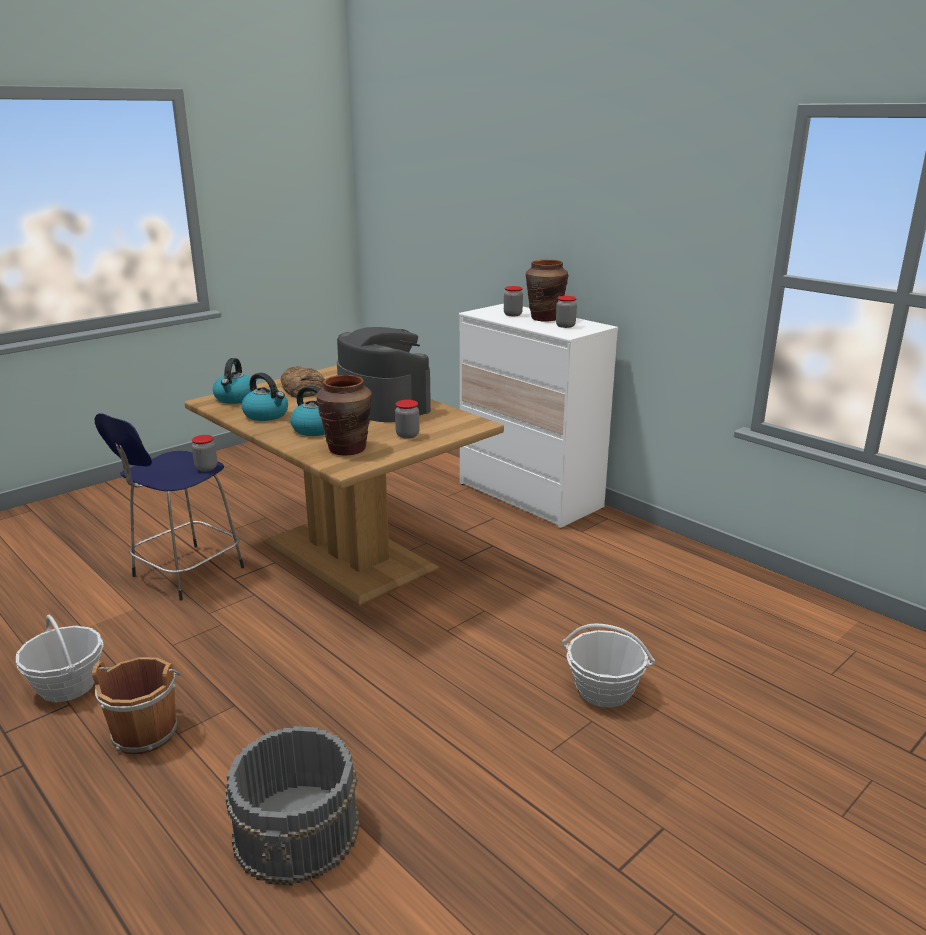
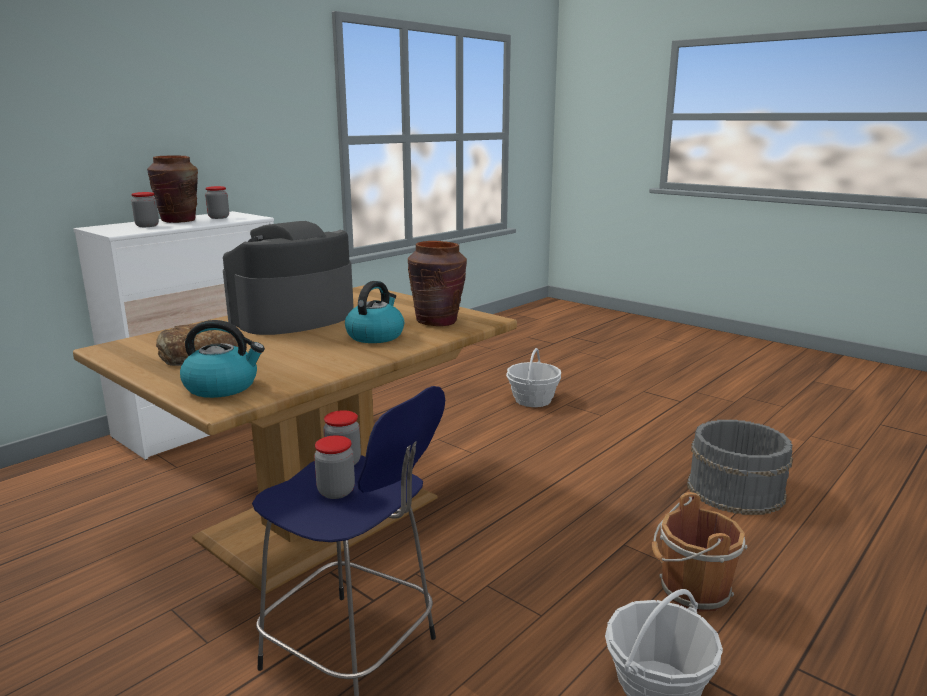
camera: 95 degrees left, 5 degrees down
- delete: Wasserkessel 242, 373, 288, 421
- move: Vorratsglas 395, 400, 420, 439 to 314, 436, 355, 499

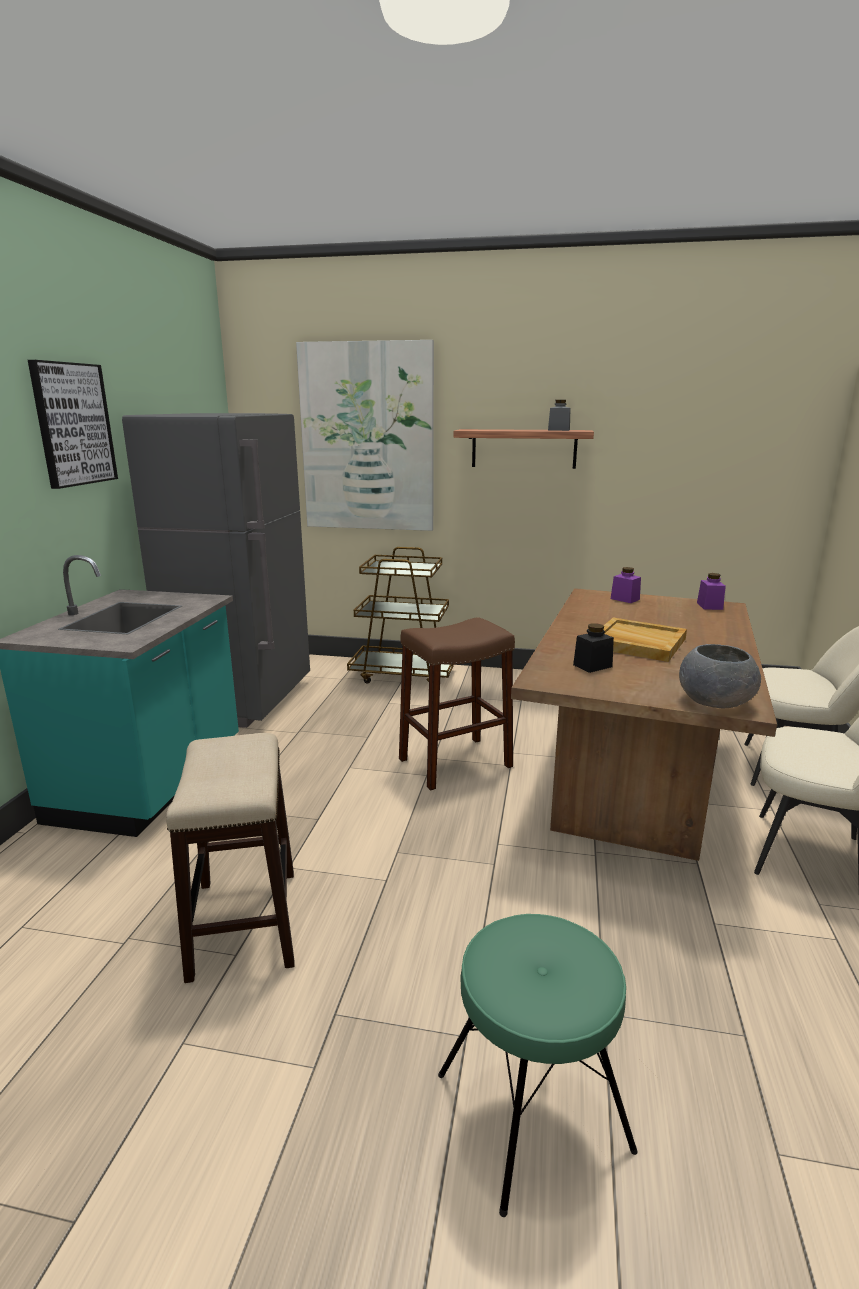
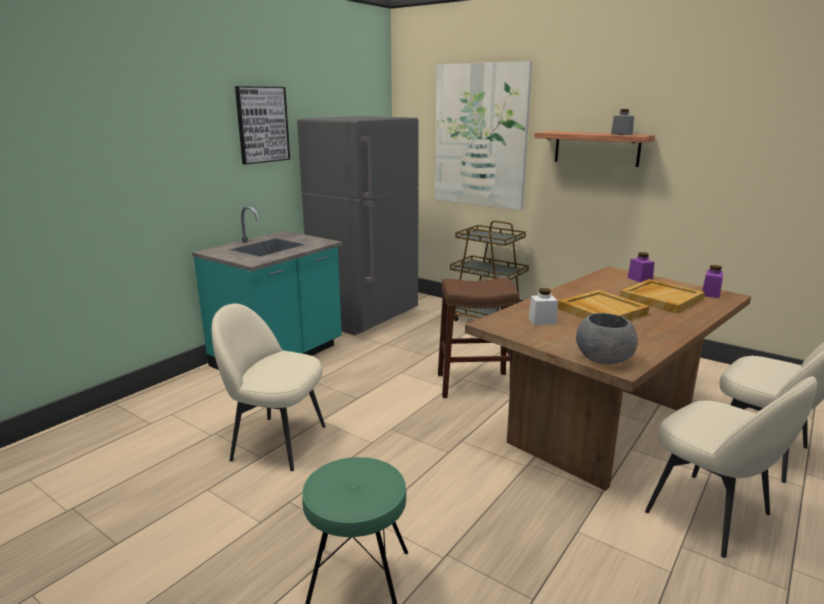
camera: 25 degrees right, 0 degrees up
- recolor: Vorratsglas [schwarz] 573, 623, 614, 673 to Vorratsglas [weiß] 529, 288, 558, 325
- replace: Hocker 166, 733, 294, 983 to Stuhl [beige] 212, 303, 326, 471
- insert: Tablett [beige] 620, 279, 705, 314

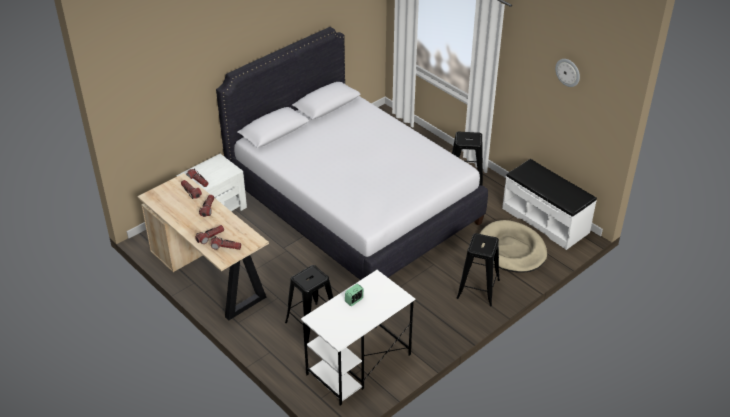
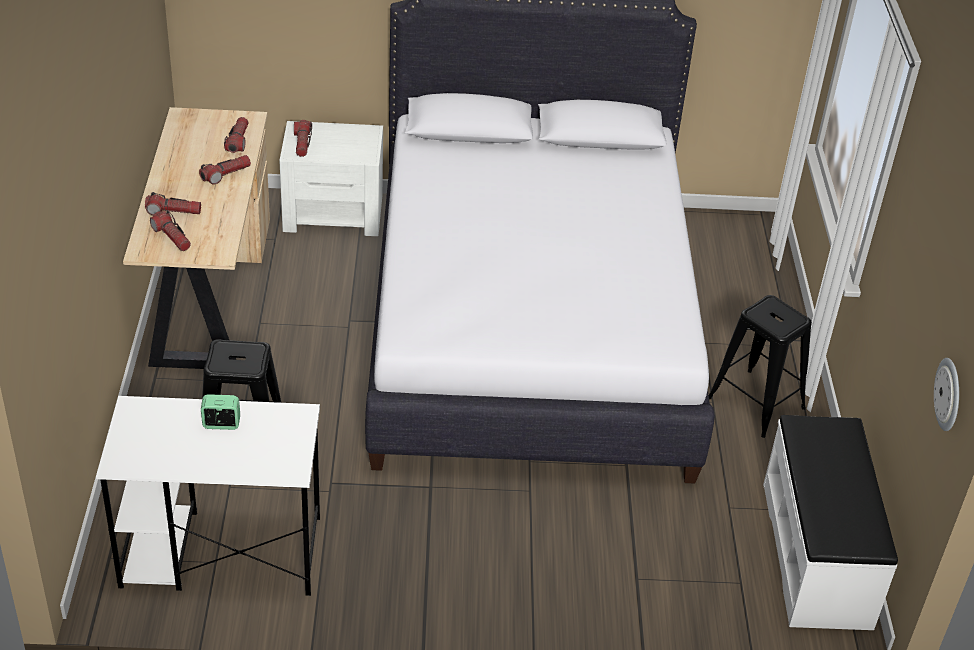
camera: 40 degrees right, 0 degrees up
- move: Wanduhr 555, 59, 580, 87 to 934, 358, 959, 431
- delete: Hundebett [beige] 480, 220, 547, 273
- delete: Hocker [schwarz] 457, 233, 500, 307

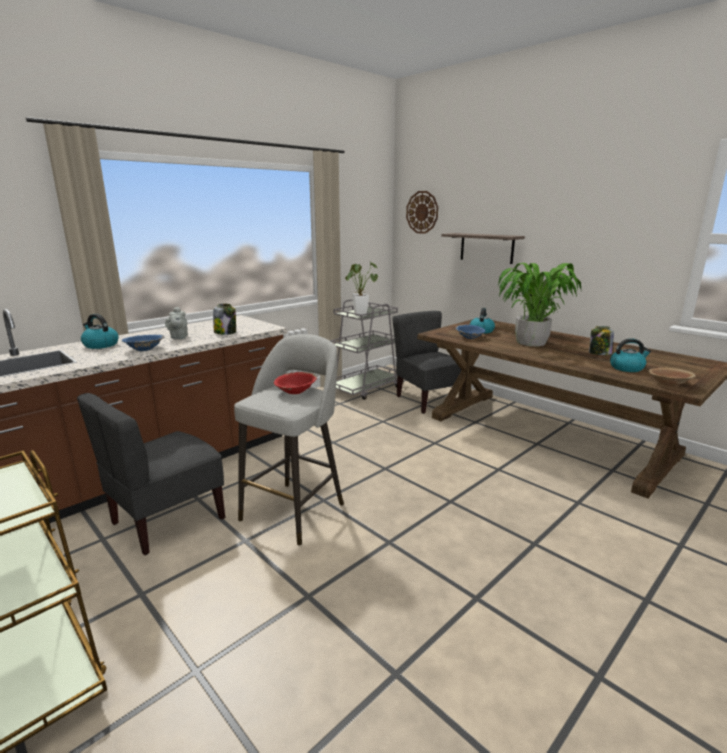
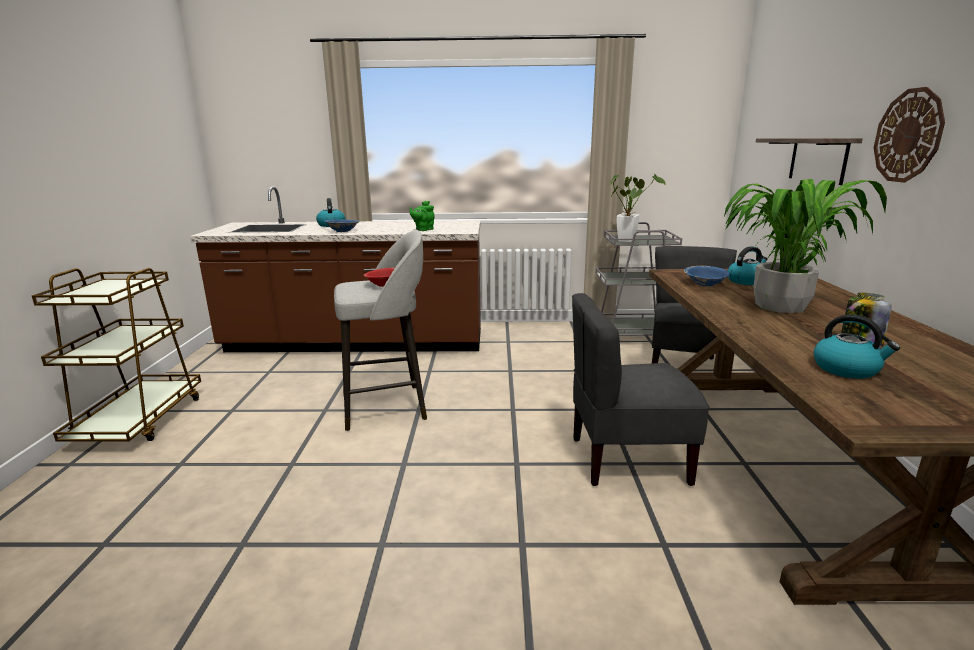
camera: 45 degrees right, 0 degrees up
- move: Wanduhr 406, 191, 438, 234 to 874, 87, 945, 183
- replace: Vorratsglas 213, 304, 236, 335 to Teekanne [grün] 410, 201, 435, 231
- delete: Teekanne [grau] 165, 307, 188, 339
- delete: Schüssel [braun] 648, 368, 696, 386
- move: Stuhl [grau] 77, 393, 225, 555 to 572, 293, 709, 486

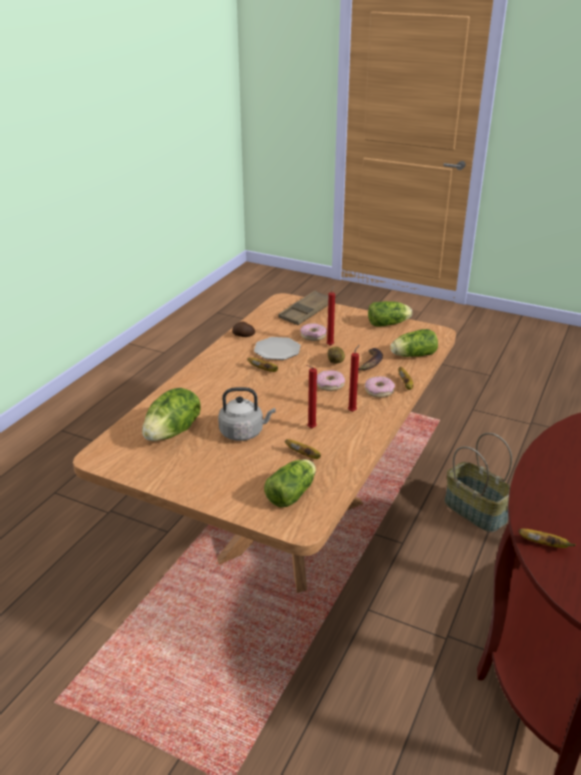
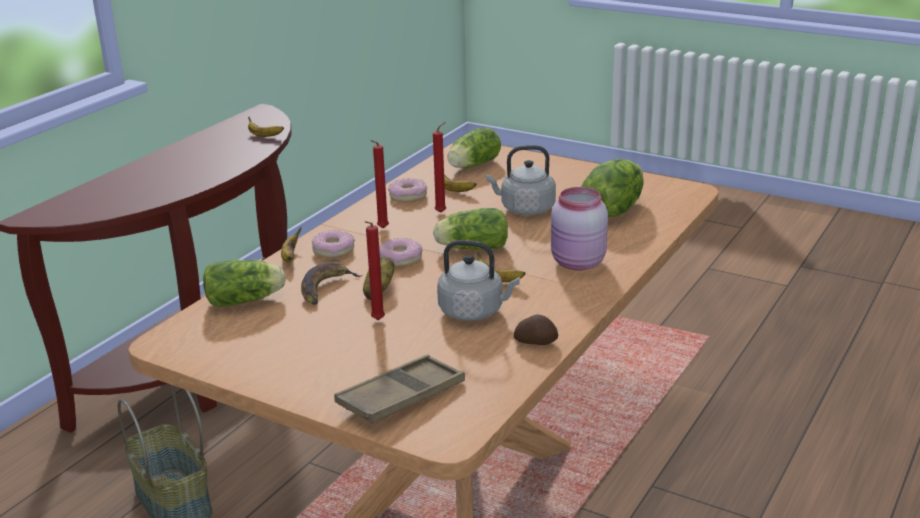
camera: 175 degrees left, 5 degrees down
- move: Salatkopf 368, 301, 412, 326 to 433, 208, 508, 250
- move: Donut 300, 323, 327, 341 to 388, 178, 427, 202
- replace: Teller 254, 337, 301, 360 to Wasserkessel [grau] 437, 240, 520, 321
- insert: Vorratsglas [rosa] 551, 187, 608, 270

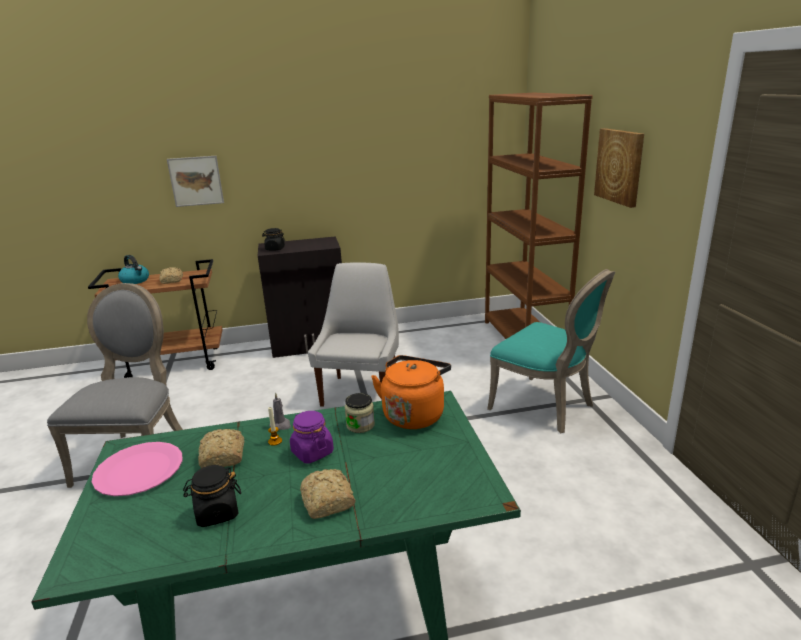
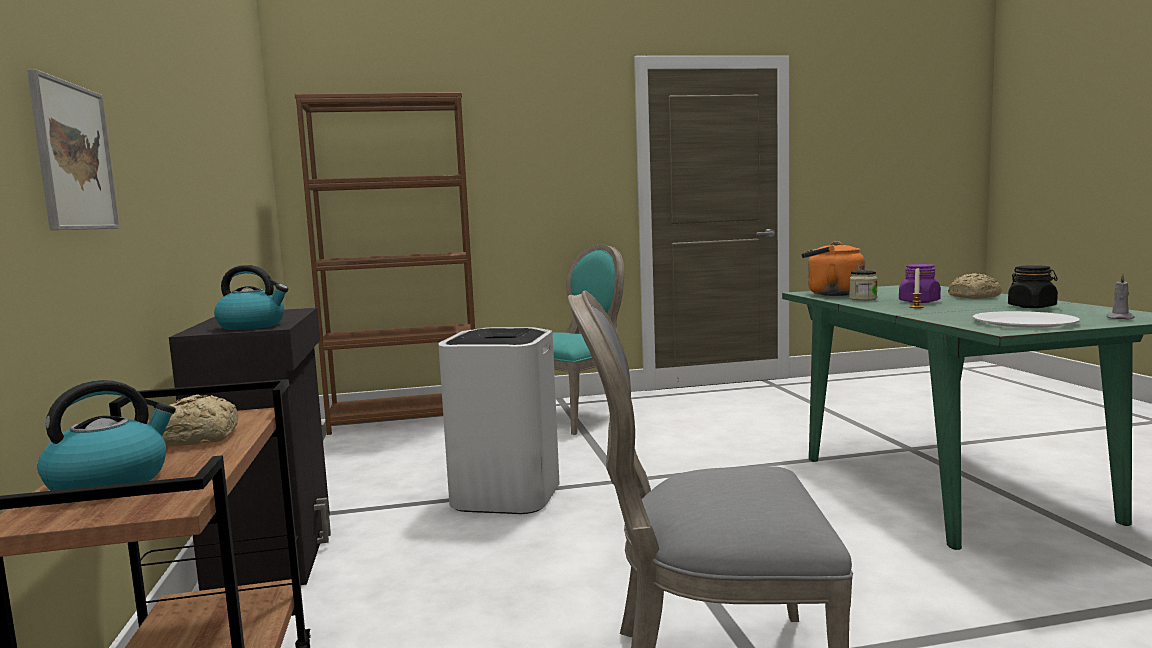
camera: 90 degrees left, 15 degrees down
- delete: Bild 594, 128, 644, 208
- replace: Vorratsglas [schwarz] 262, 228, 285, 251 to Wasserkessel 214, 265, 288, 330
- replace: Stuhl [weiß] 308, 262, 399, 407 to Mülleimer [weiß] 438, 327, 559, 514
- move: Kerze [grau] 269, 393, 291, 430 to 1106, 273, 1135, 319
- delete: Brot 198, 429, 244, 468
- recolor: Teller [rosa] 92, 442, 183, 496 to Teller [weiß] 972, 311, 1080, 328

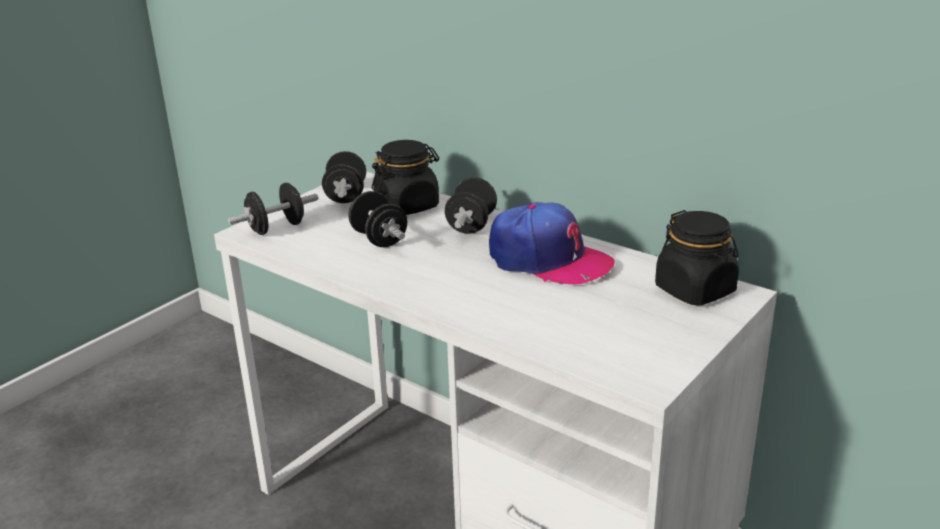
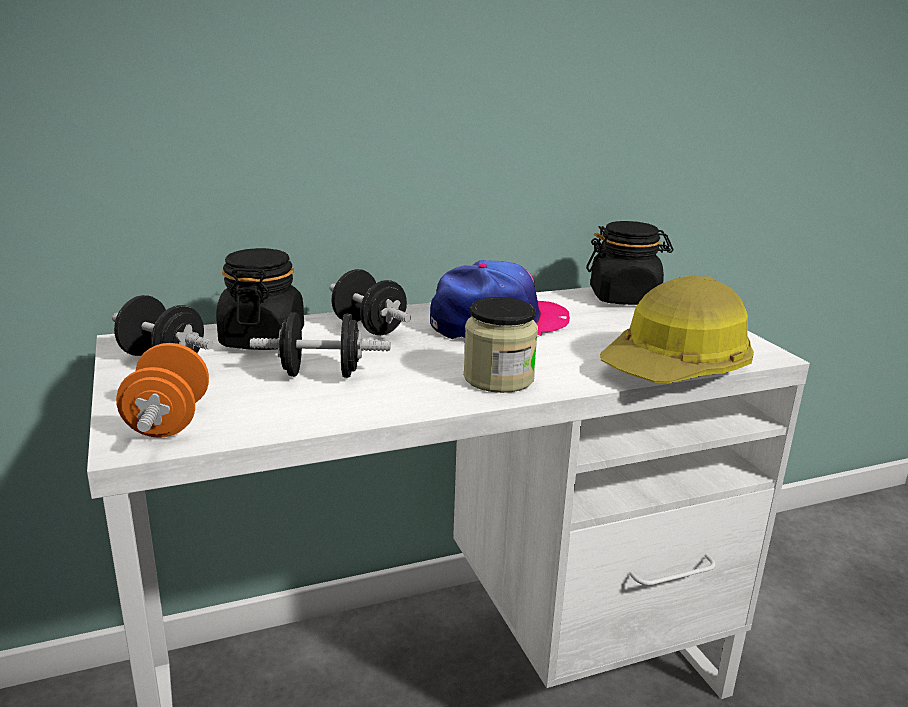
camera: 60 degrees left, 5 degrees down
- recolor: Hantel [schwarz] 228, 183, 318, 235 to Hantel [orange] 116, 343, 209, 438
- insert: Schutzhelm 600, 275, 754, 383
- insert: Vorratsglas 463, 297, 538, 393

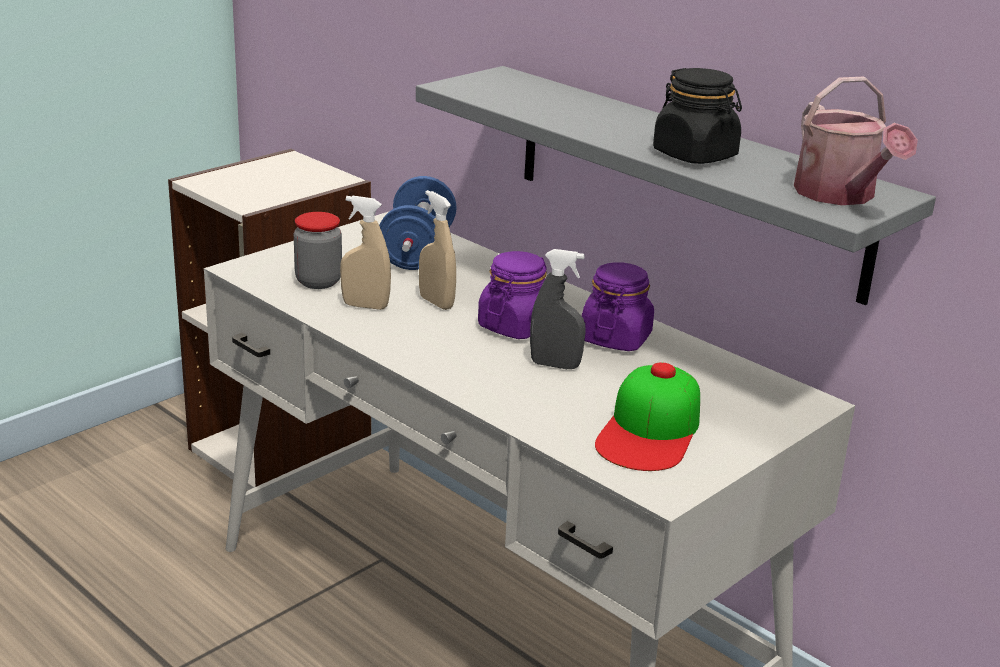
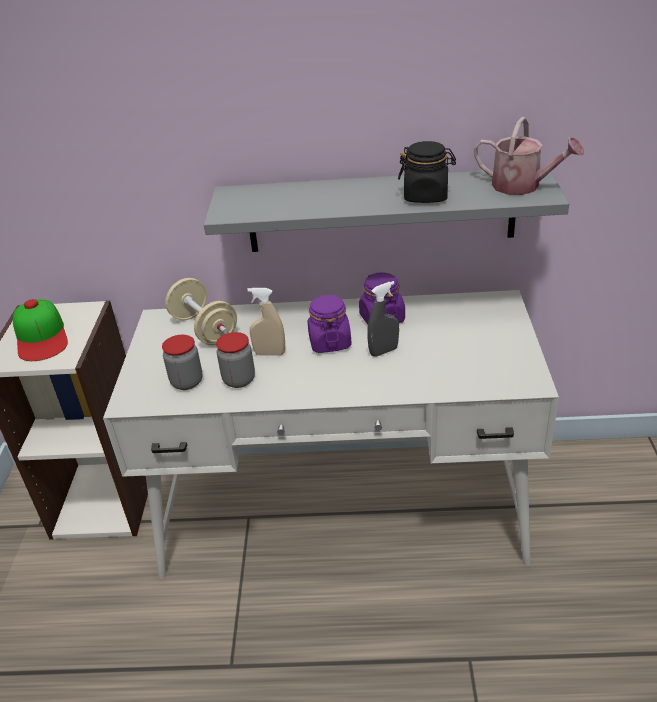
camera: 40 degrees left, 10 degrees up
- recolor: Hantel [blau] 379, 176, 457, 270 to Hantel [beige] 165, 278, 237, 345
- replace: Sprühflasche [beige] 340, 196, 391, 310 to Vorratsglas 216, 332, 255, 388
- move: Kappe 595, 362, 700, 471 to 13, 299, 68, 361

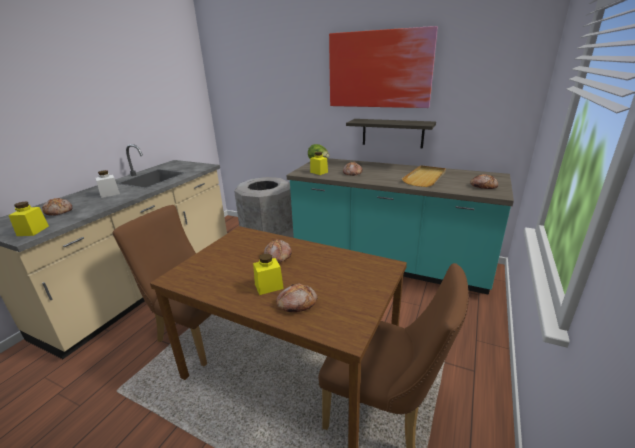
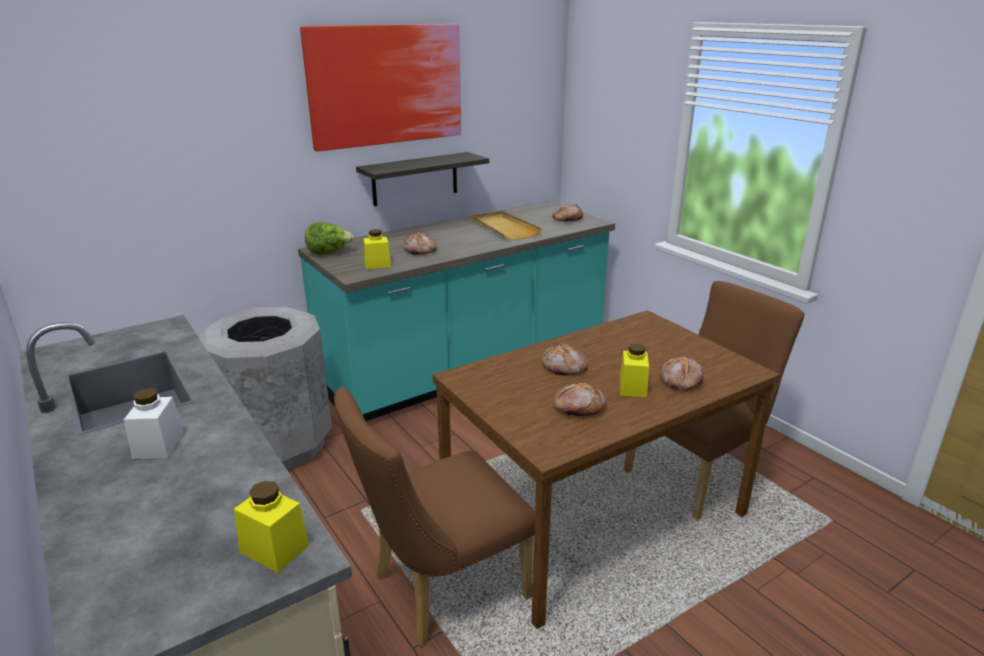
camera: 60 degrees left, 0 degrees up
- move: Brot 42, 198, 72, 216 to 553, 383, 607, 416

